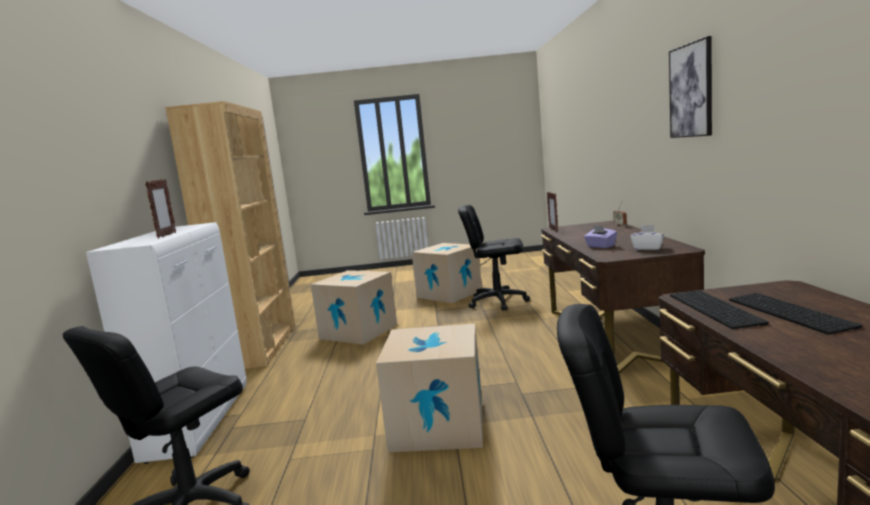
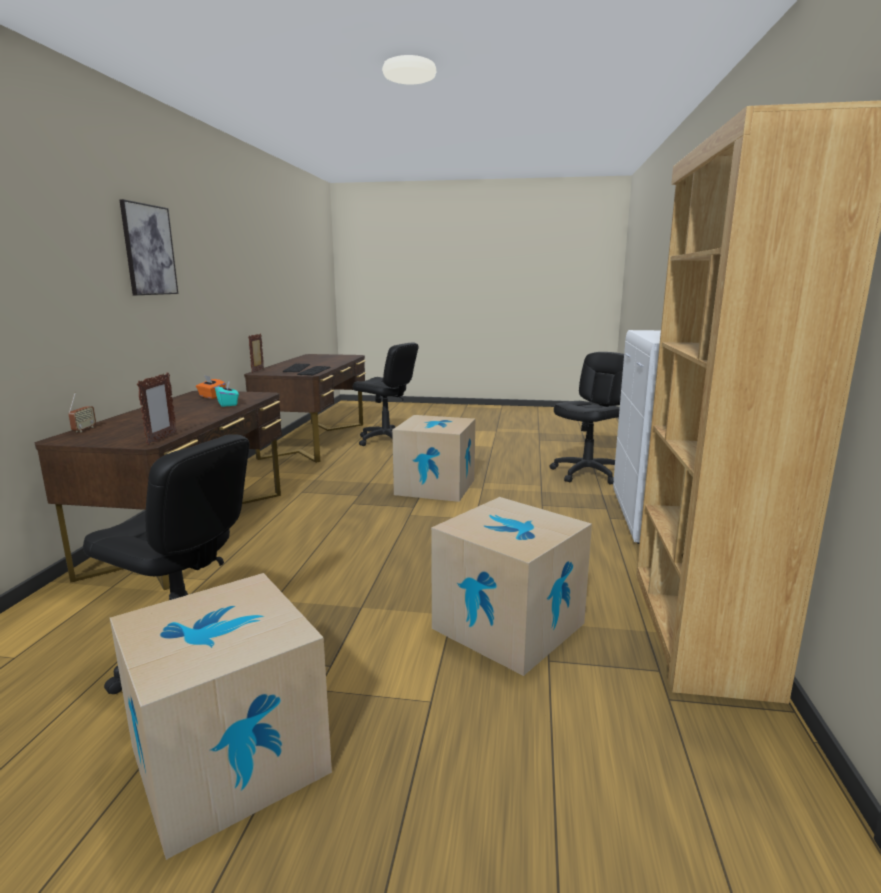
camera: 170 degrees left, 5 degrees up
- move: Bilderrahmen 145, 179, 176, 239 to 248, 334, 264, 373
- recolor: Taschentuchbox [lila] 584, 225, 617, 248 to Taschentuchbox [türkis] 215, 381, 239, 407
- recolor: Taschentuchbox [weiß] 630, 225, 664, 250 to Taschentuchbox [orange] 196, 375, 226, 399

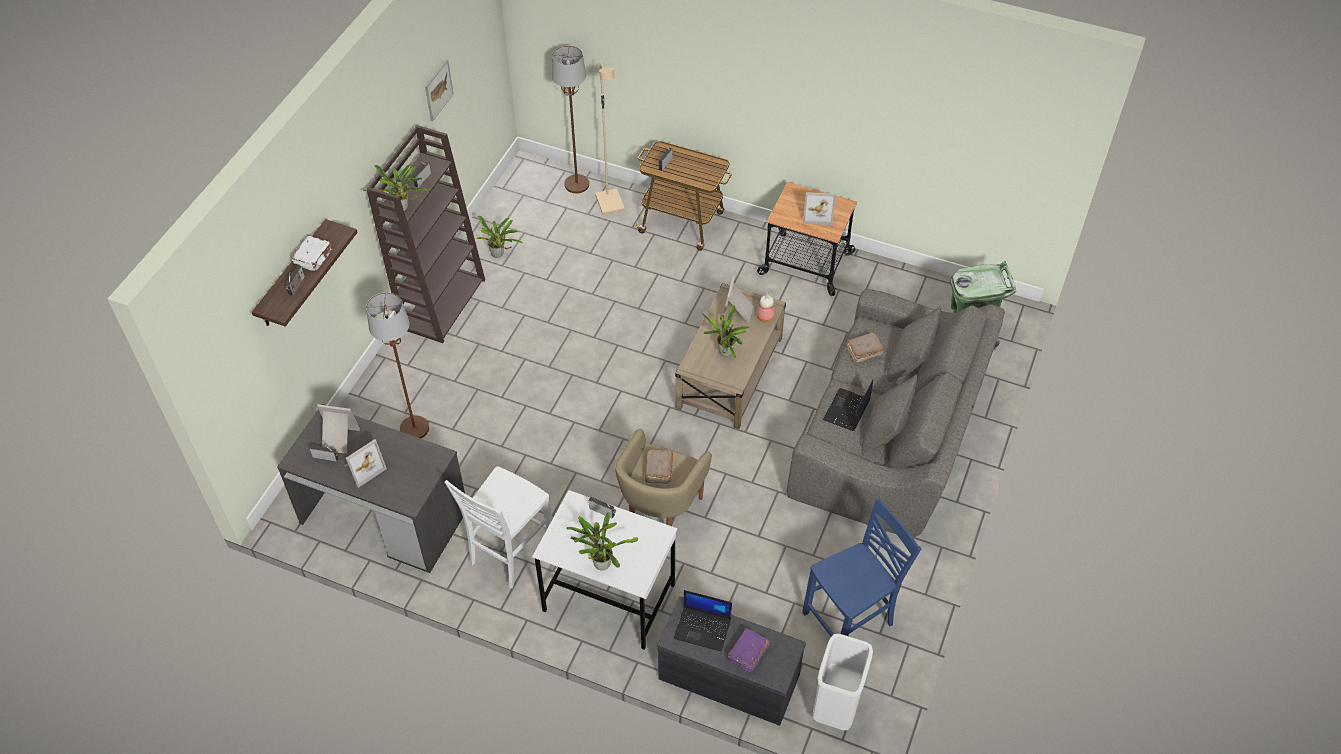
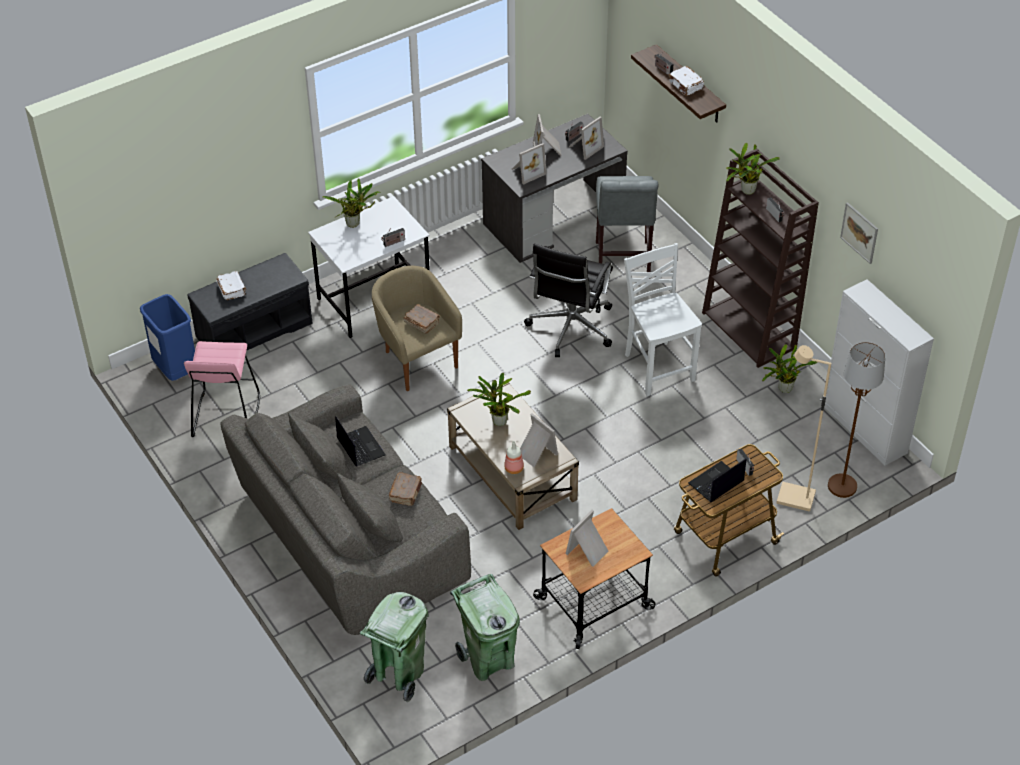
camera: 125 degrees right, 5 degrees down
- replace: Stehlampe [braun] 366, 292, 429, 439 to Hocker [grau] 596, 176, 658, 279
- move: Stuhl [weiß] 444, 466, 552, 588 to 624, 243, 702, 396
- replace: Stuhl [blau] 802, 498, 921, 637 to Hocker [rosa] 184, 341, 260, 437
- move: Laptop 674, 590, 732, 652 to 688, 459, 746, 502
- recolor: Buch [lila] 728, 628, 770, 672 to Buch [weiß] 216, 271, 246, 300
- recolor: Mülleimer [weiß] 813, 634, 873, 730 to Mülleimer [blau] 140, 294, 195, 381
- insert: Bilderrahmen 512, 143, 547, 185
- insert: Bürostuhl [schwarz] 524, 243, 613, 357
- insert: Schrank [weiß] 824, 279, 934, 466
- insert: Mülleimer [grün] 450, 574, 520, 681

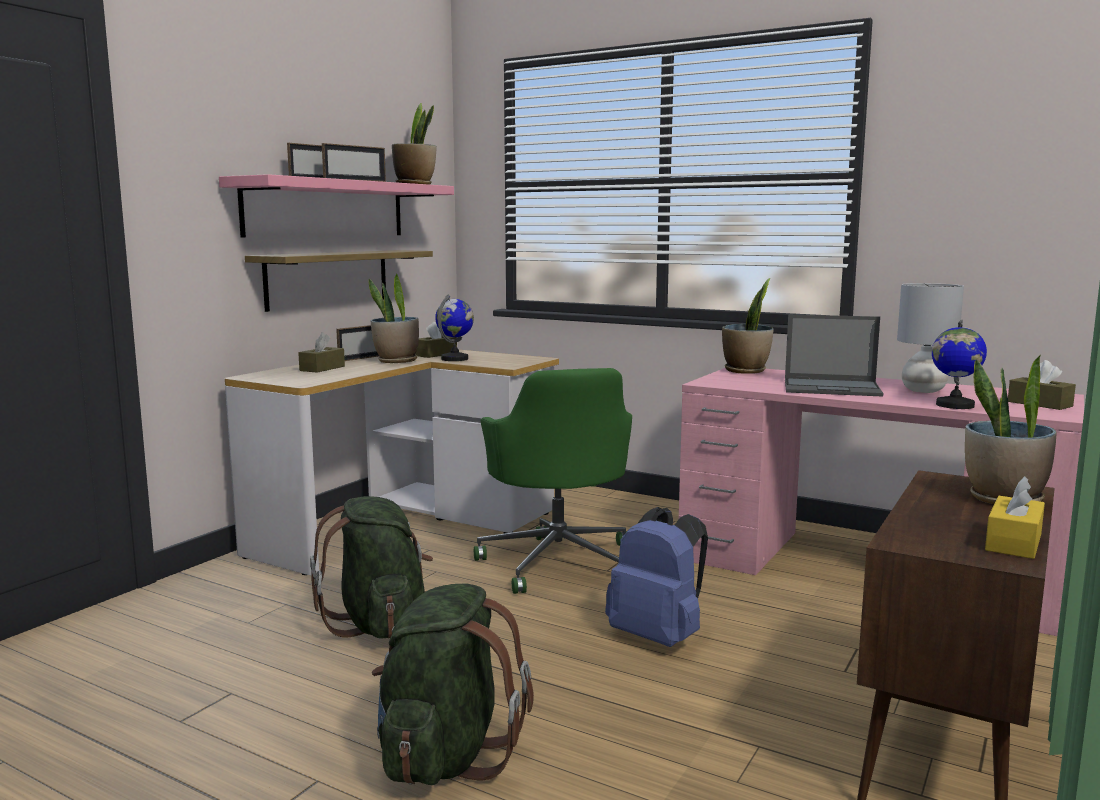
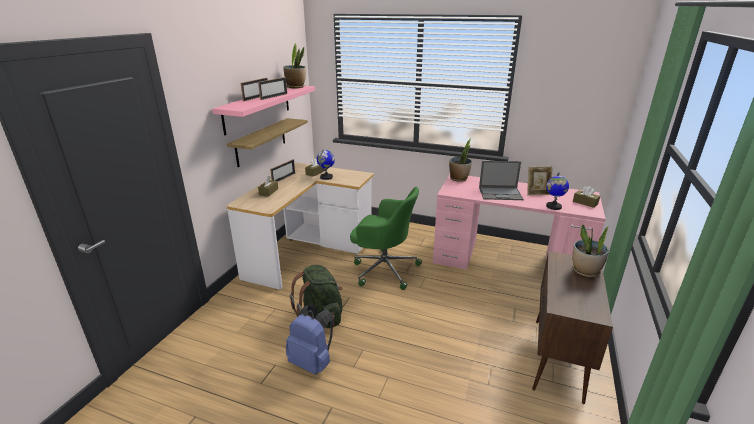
camera: 10 degrees left, 15 degrees up
- delete: Topfpflanze 368, 274, 419, 363
- replace: Tischlampe [grau] 897, 283, 964, 393 to Bilderrahmen 527, 166, 553, 196
- rotate: Bürostuhl [grün] 474, 368, 632, 594 = 350, 187, 422, 290 45 degrees counterclockwise
- delete: Taschentuchbox [gelb] 985, 476, 1045, 559
- move: Rucksack [blau] 605, 507, 708, 647 to 286, 304, 333, 375
- delete: Rucksack [grün] 372, 583, 534, 785

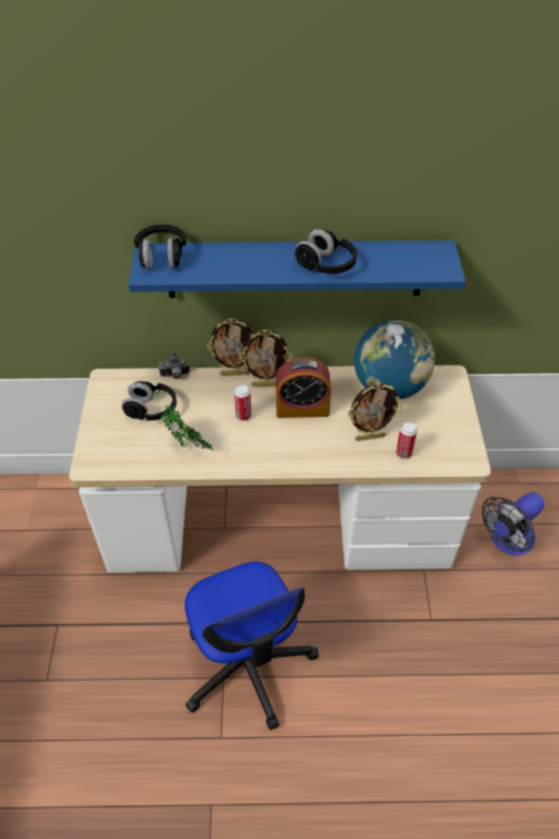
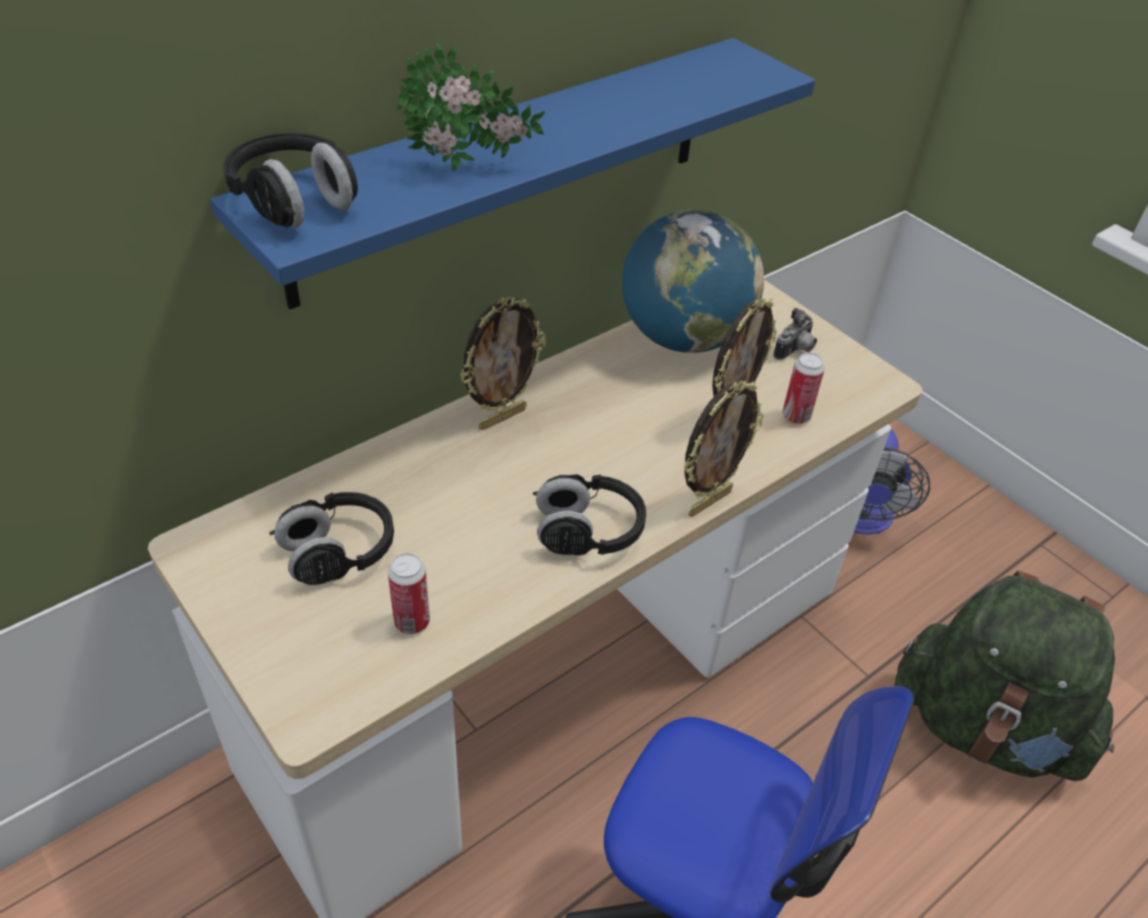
camera: 40 degrees left, 5 degrees down
- move: Kopfhörer [schwarz] 295, 229, 357, 274 to 533, 474, 646, 556
- move: Bilderrahmen 207, 318, 253, 376 to 684, 381, 763, 517
- move: Kamera 159, 353, 190, 379 to 773, 308, 817, 360
- delete: Wecker 276, 357, 331, 418
- move: Dose 234, 384, 251, 421 to 388, 553, 430, 634
- move: Topfpflanze 161, 405, 212, 450 to 397, 42, 545, 171
- insert: Rucksack [grün] 894, 571, 1115, 781

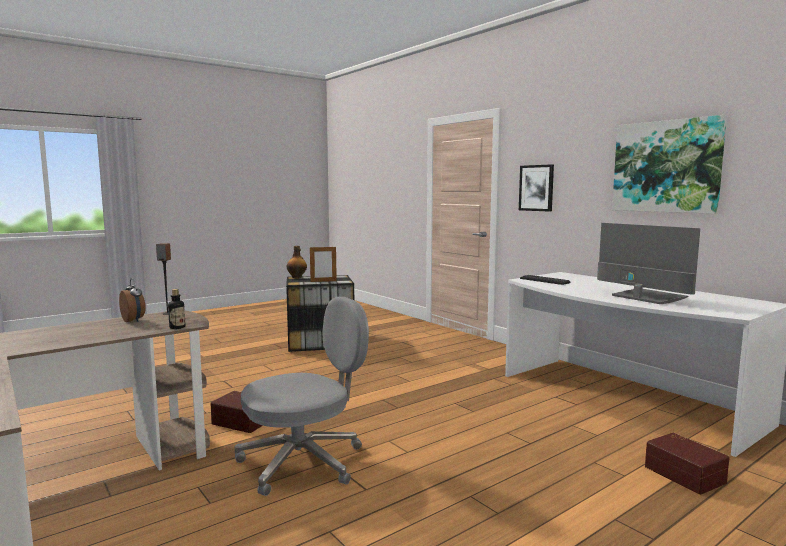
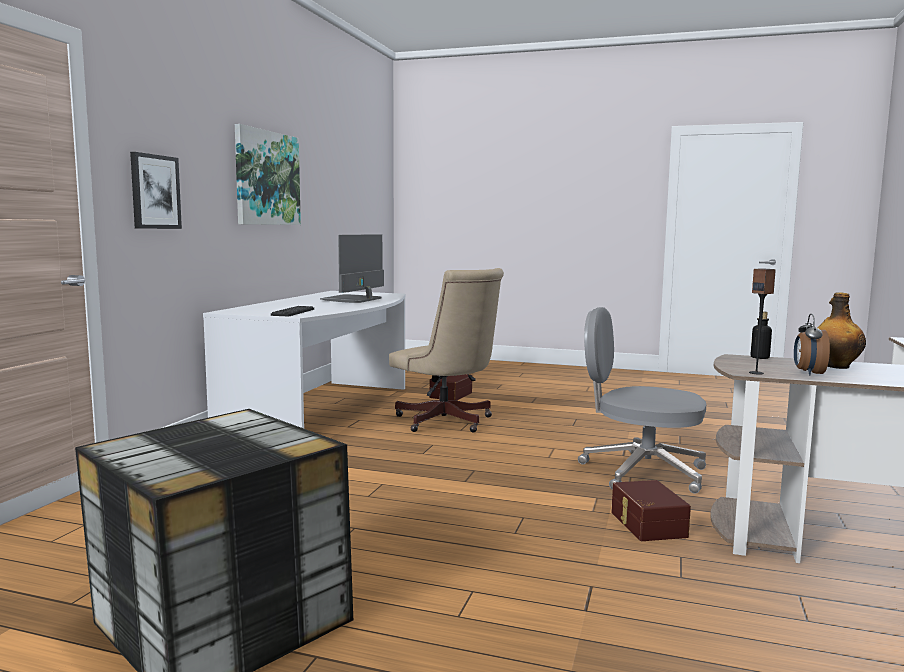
camera: 125 degrees left, 0 degrees up
- move: Flasche 287, 246, 307, 278 to 818, 292, 866, 369
- delete: Bilderrahmen 310, 247, 337, 282
- insert: Bürostuhl [beige] 389, 268, 504, 432

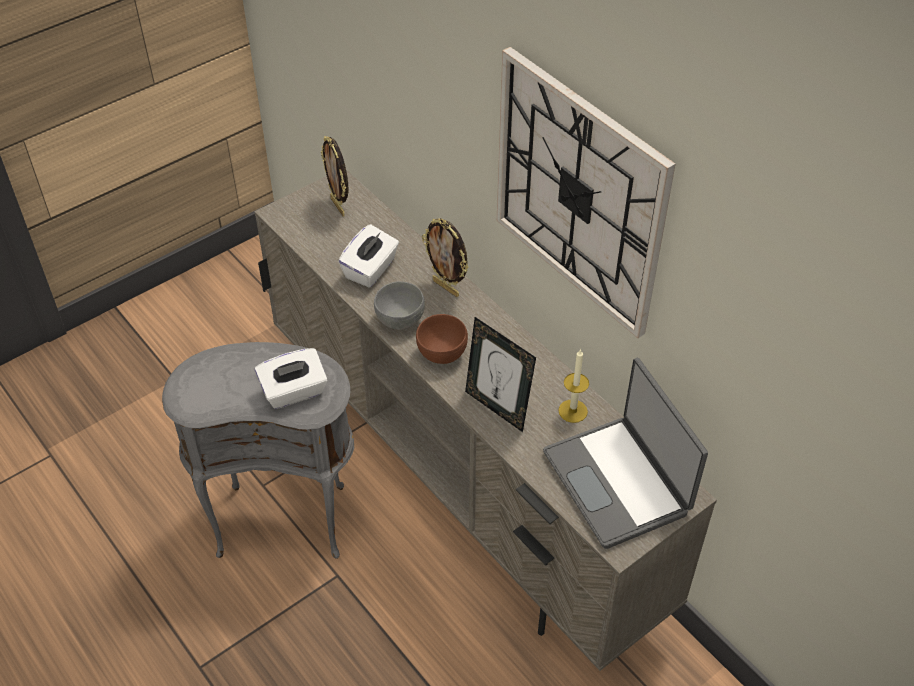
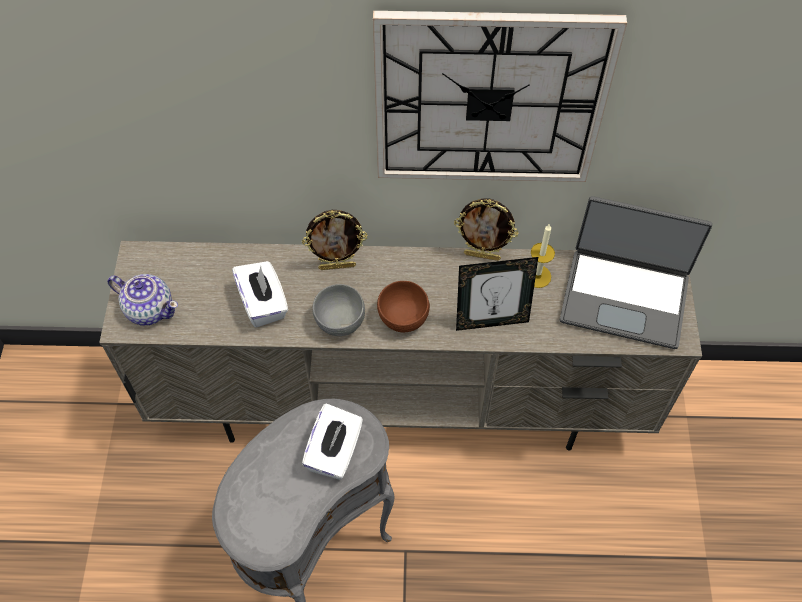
camera: 50 degrees left, 10 degrees up
- move: Bilderrahmen 321, 136, 349, 216 to 454, 198, 518, 261
- insert: Teekanne 107, 274, 178, 326

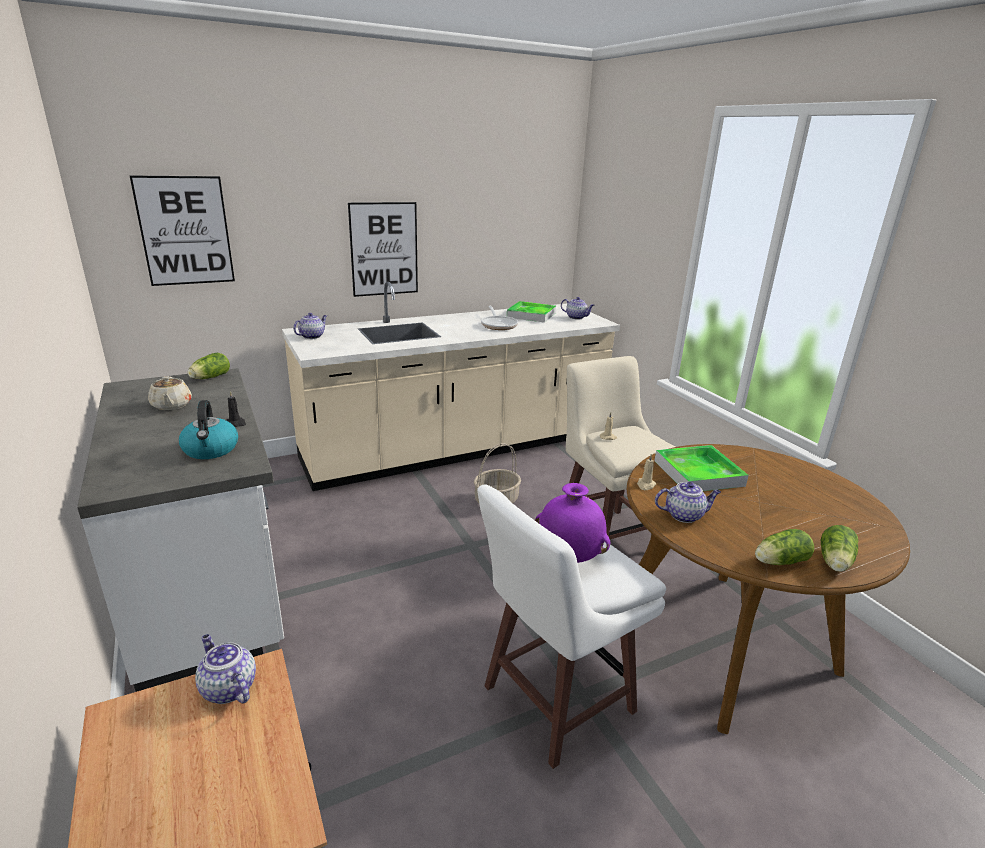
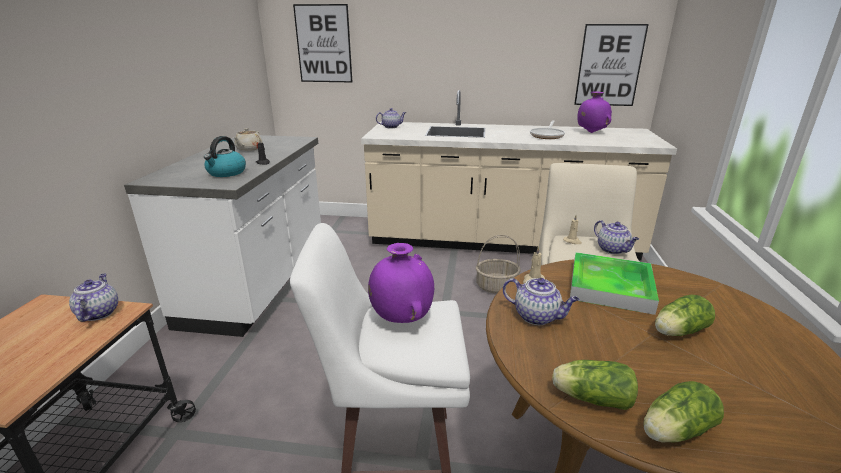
camera: 35 degrees right, 0 degrees up
- move: Bild 348, 202, 418, 297 to 574, 24, 649, 106
- move: Teekanne 561, 297, 594, 320 to 594, 220, 639, 254
- replace: Tablett 507, 301, 556, 323 to Vase [lila] 577, 91, 612, 133
- move: Salatkopf 188, 353, 230, 379 to 655, 295, 715, 336

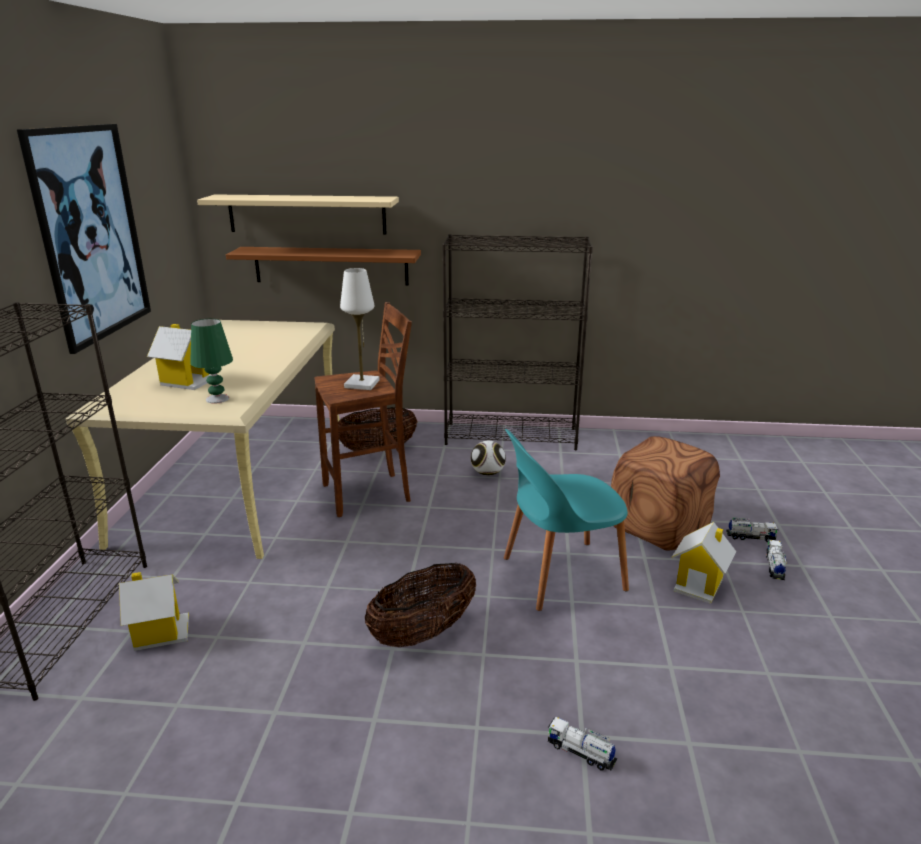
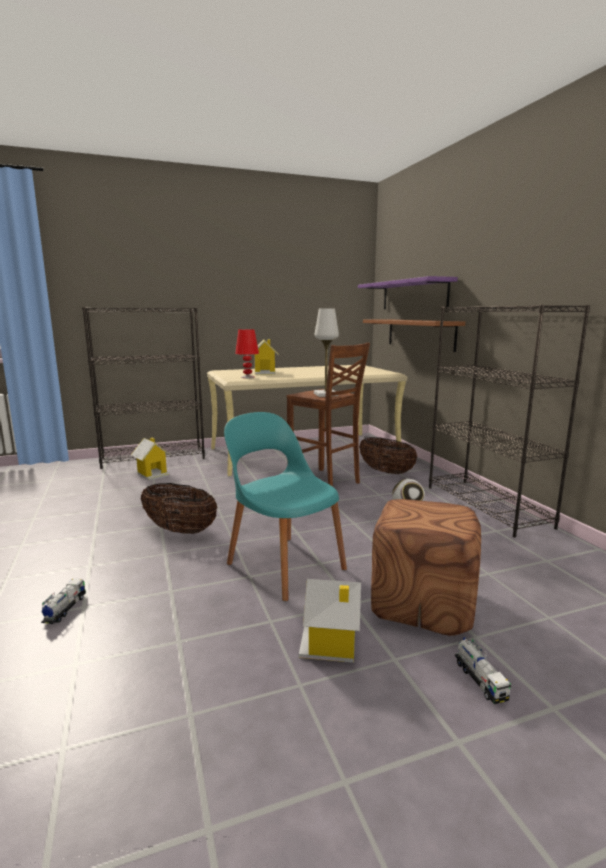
camera: 65 degrees right, 10 degrees down
- delete: Bild 17, 124, 151, 354
- recolor: Wandregal [beige] 197, 194, 399, 234 to Wandregal [lila] 358, 276, 458, 309
- recolor: Tischlampe [grün] 190, 319, 233, 404 to Tischlampe [rot] 235, 329, 259, 378
- delete: Spielzeuglaster 766, 540, 787, 580

